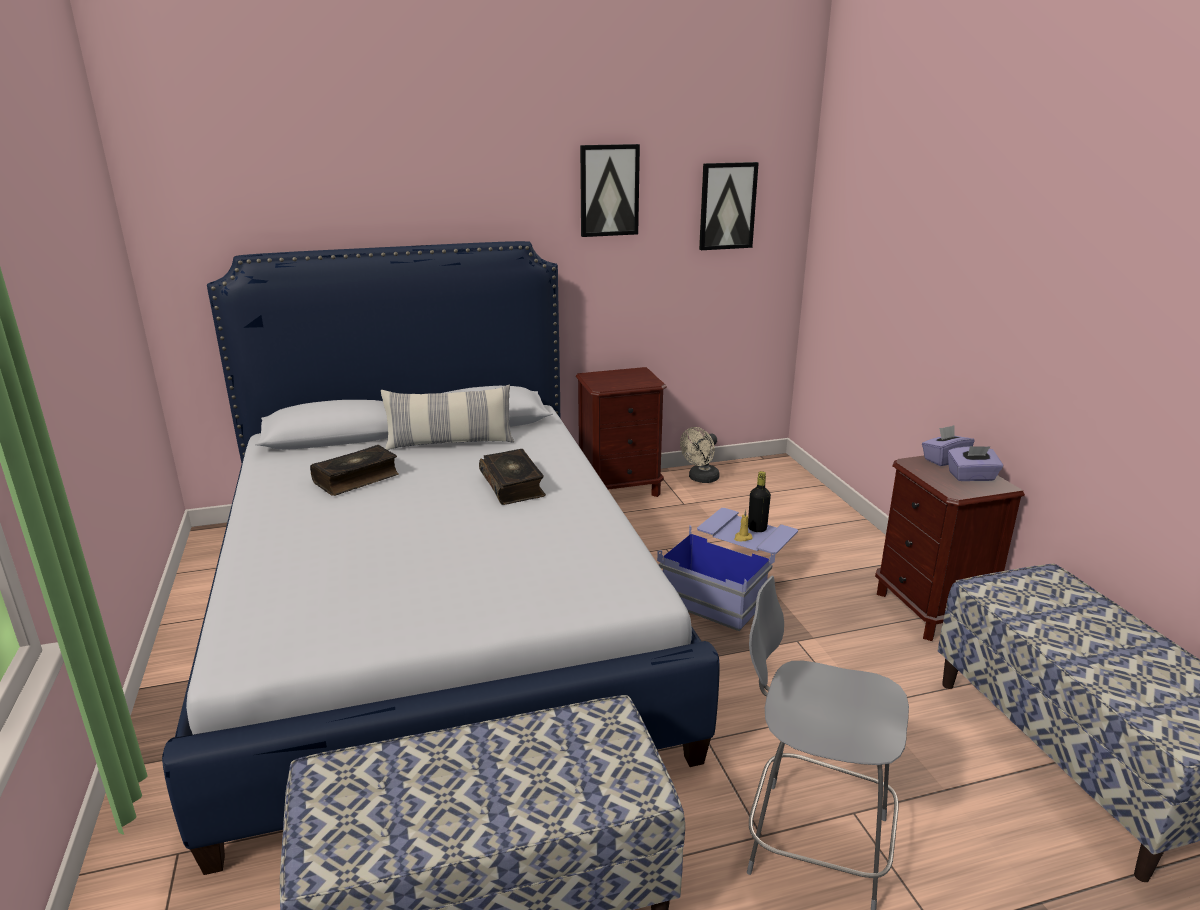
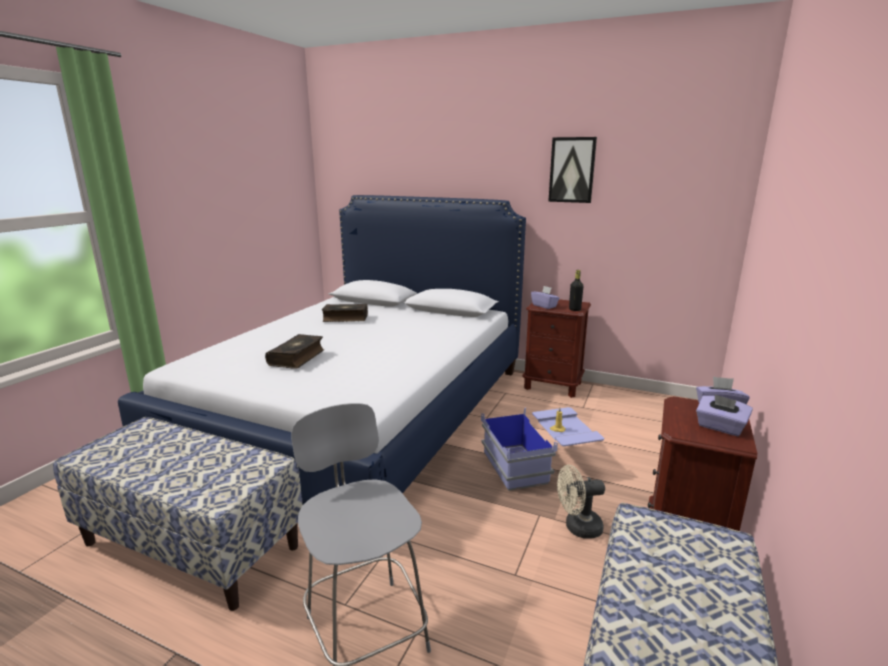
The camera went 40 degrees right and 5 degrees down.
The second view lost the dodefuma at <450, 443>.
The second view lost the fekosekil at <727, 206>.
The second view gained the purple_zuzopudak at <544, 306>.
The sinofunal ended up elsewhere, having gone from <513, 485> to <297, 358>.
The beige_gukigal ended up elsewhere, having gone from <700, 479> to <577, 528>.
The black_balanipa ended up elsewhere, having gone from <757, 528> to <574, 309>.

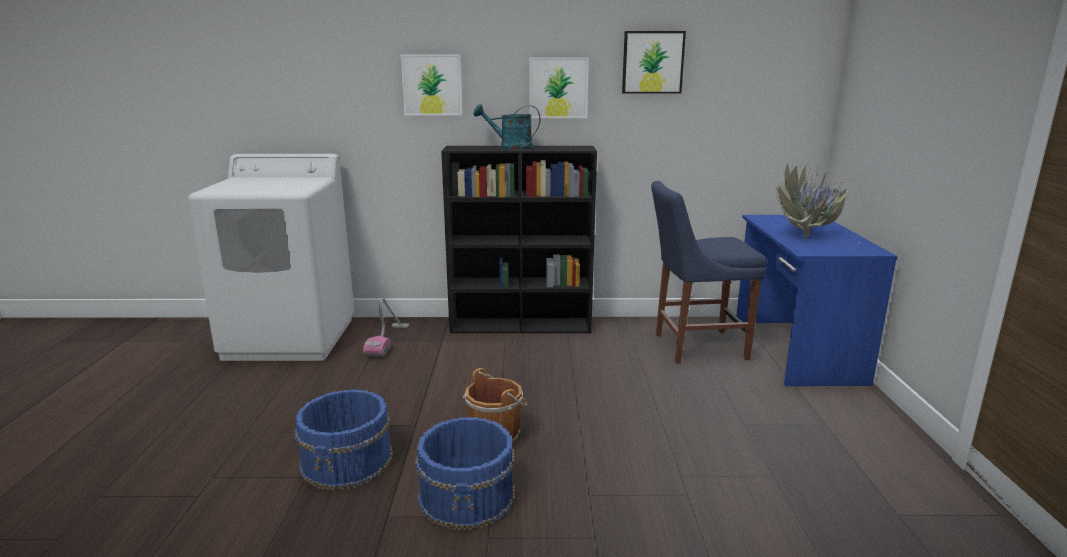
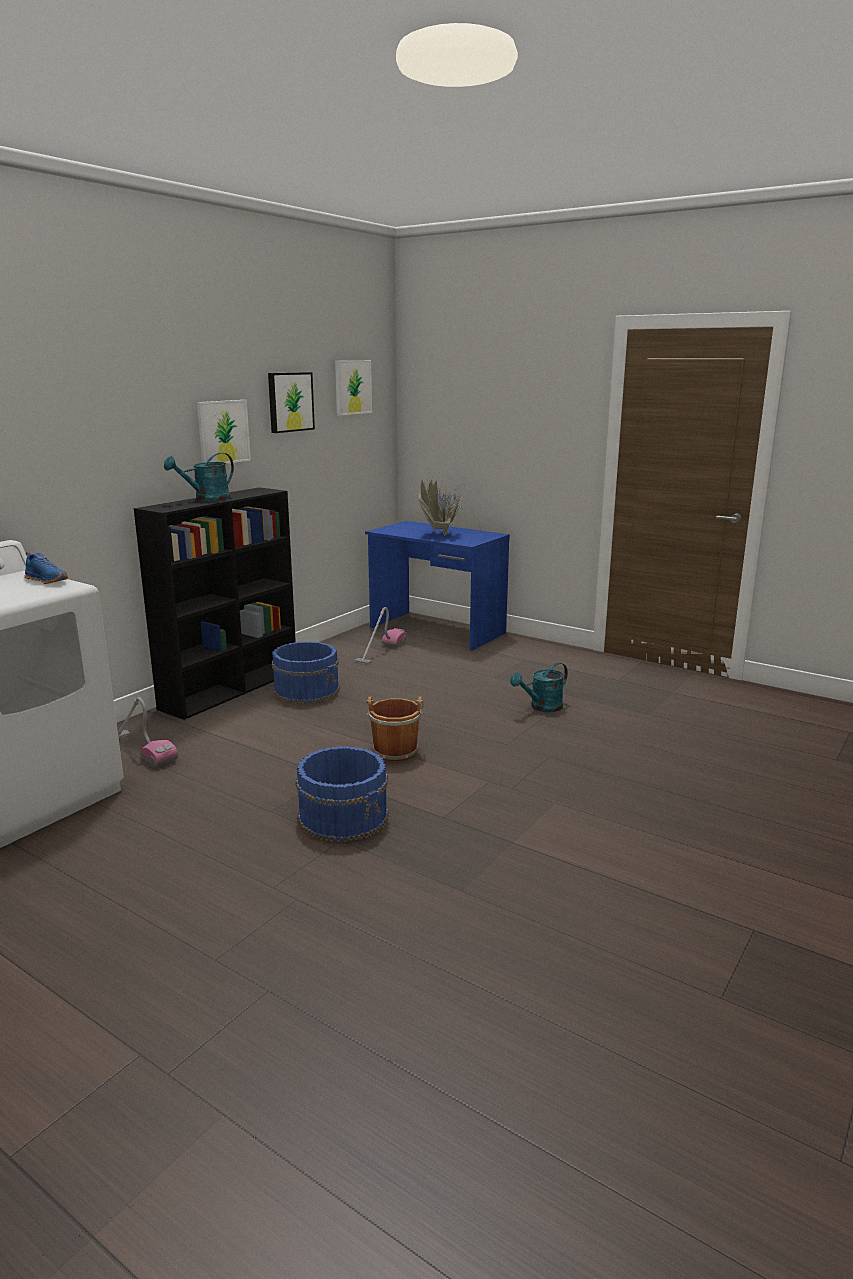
The camera went 55 degrees left and 0 degrees up.
The second view gained the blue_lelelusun at <48, 580>.
The second view gained the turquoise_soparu at <541, 707>.
The fekosekil ended up elsewhere, having gone from <432, 85> to <352, 387>.
The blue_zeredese ended up elsewhere, having gone from <468, 496> to <307, 690>.
Where the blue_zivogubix stood at <695, 346>, the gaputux came to stand at <381, 651>.

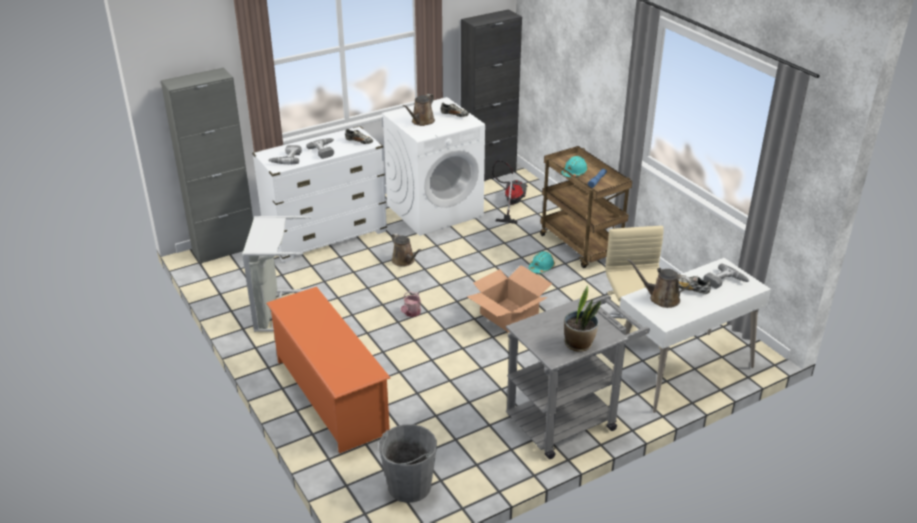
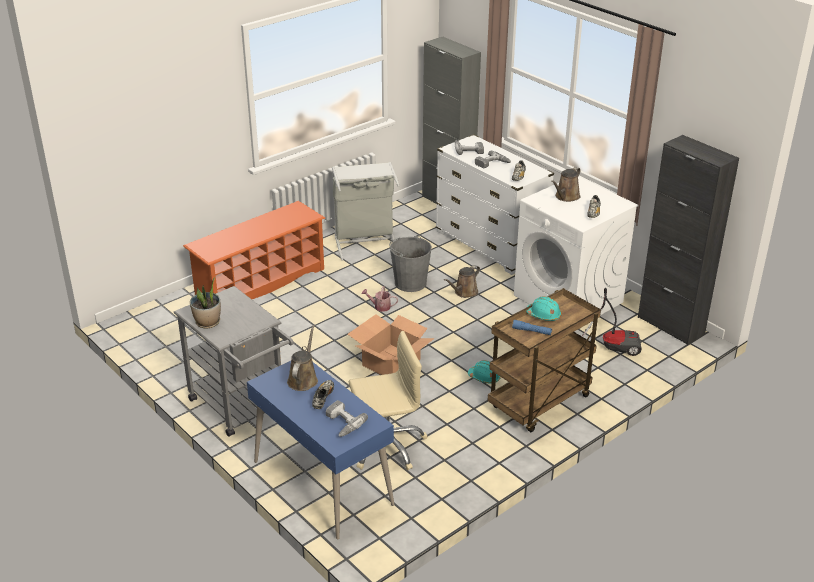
The camera went 80 degrees right and 0 degrees up.
The grey_zeredese ended up elsewhere, having gone from <409, 486> to <410, 283>.
What was the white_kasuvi at <683, 371> turned into the blue_kasuvi at <322, 483>.
The brown_soparu at <421, 122> ended up facing another way, 75 degrees counterclockwise from before.

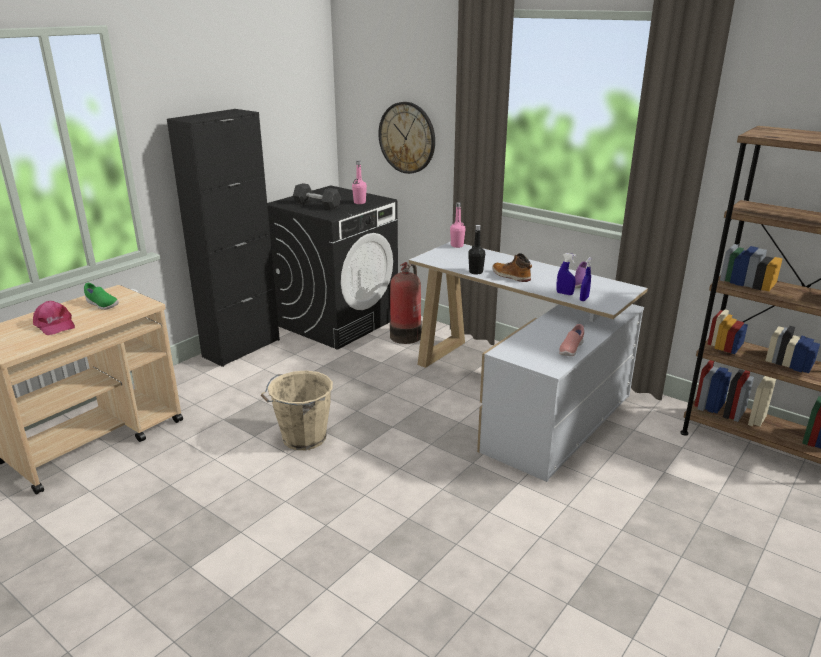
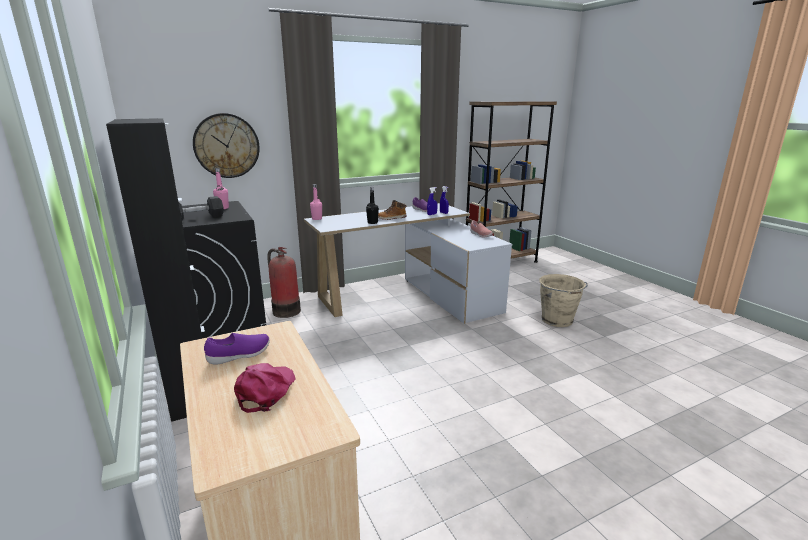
The camera went 65 degrees left and 5 degrees down.
The beige_zeredese ended up elsewhere, having gone from <302, 438> to <557, 321>.
What was the green_lelelusun at <102, 305> turned into the purple_lelelusun at <239, 355>.
The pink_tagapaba at <54, 325> ended up facing another way, 60 degrees counterclockwise from before.

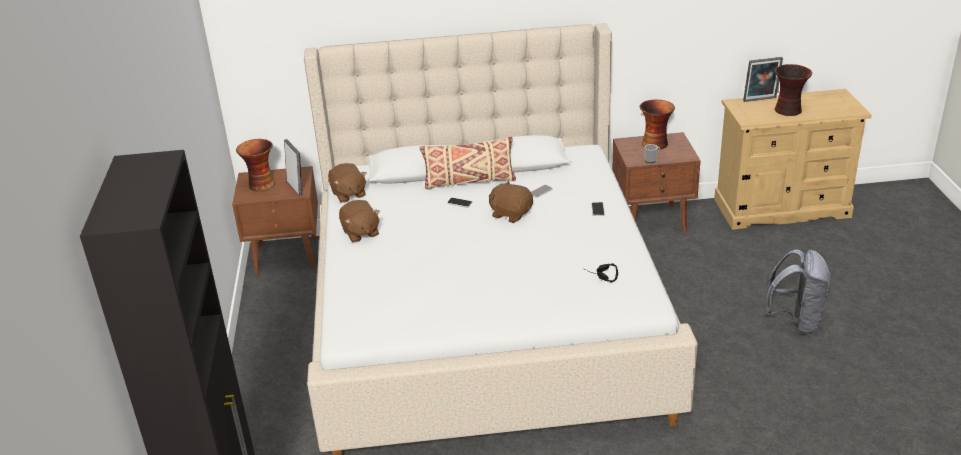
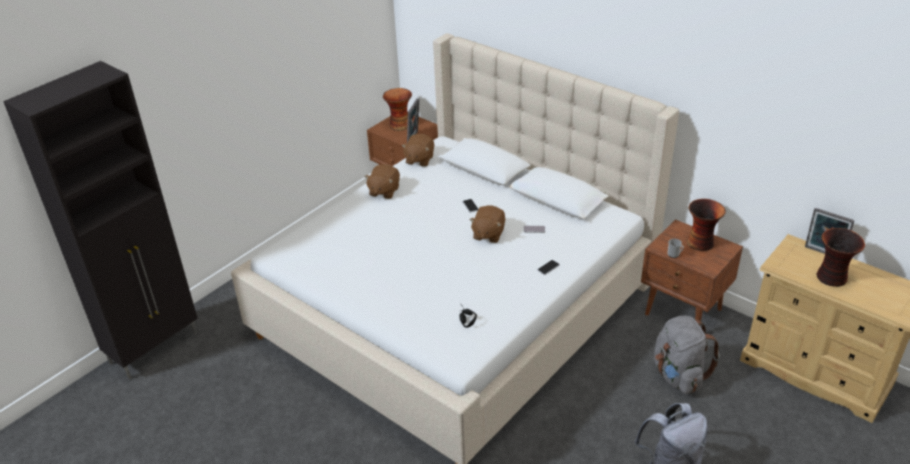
The camera went 45 degrees right and 5 degrees up.
The second view lost the beige_dodefuma at <469, 182>.
The second view gained the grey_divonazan at <678, 375>.
The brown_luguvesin at <511, 214> ended up facing another way, 150 degrees counterclockwise from before.

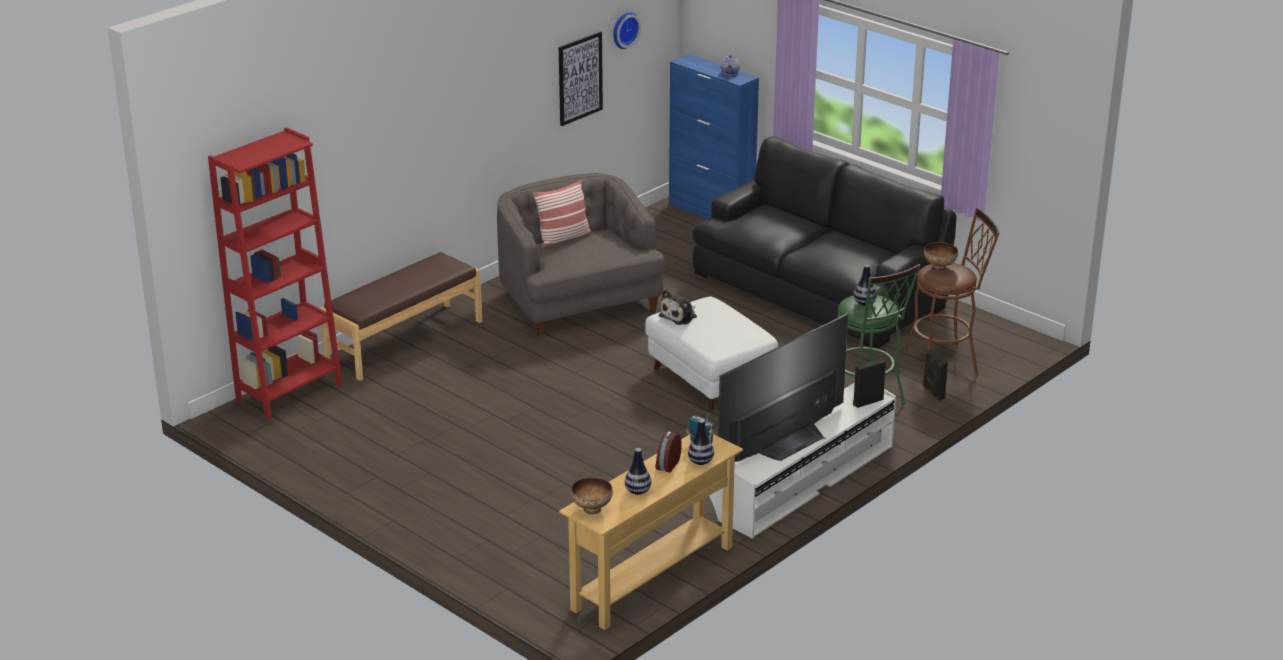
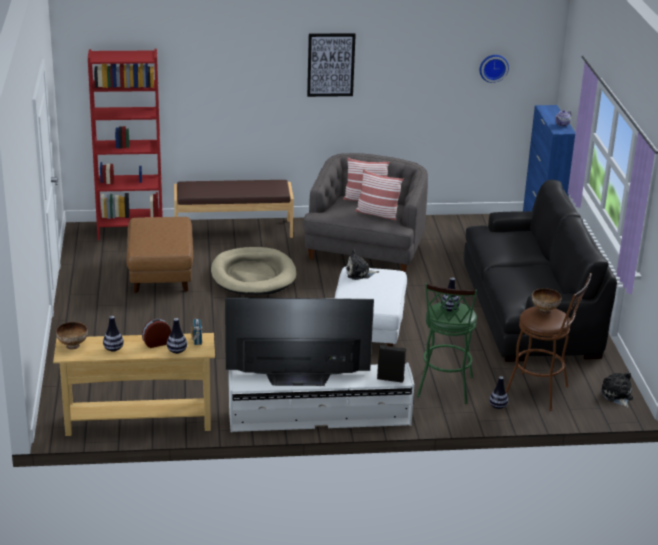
The camera went 40 degrees right and 0 degrees up.
The second view gained the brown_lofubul at <160, 273>.
The second view gained the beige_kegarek at <253, 275>.
The second view gained the dodefuma at <377, 214>.
The second view gained the luguvesin at <617, 396>.
The fekosekil ended up elsewhere, having gone from <580, 78> to <331, 64>.
Where the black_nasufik stood at <932, 393>, the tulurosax came to stand at <498, 406>.

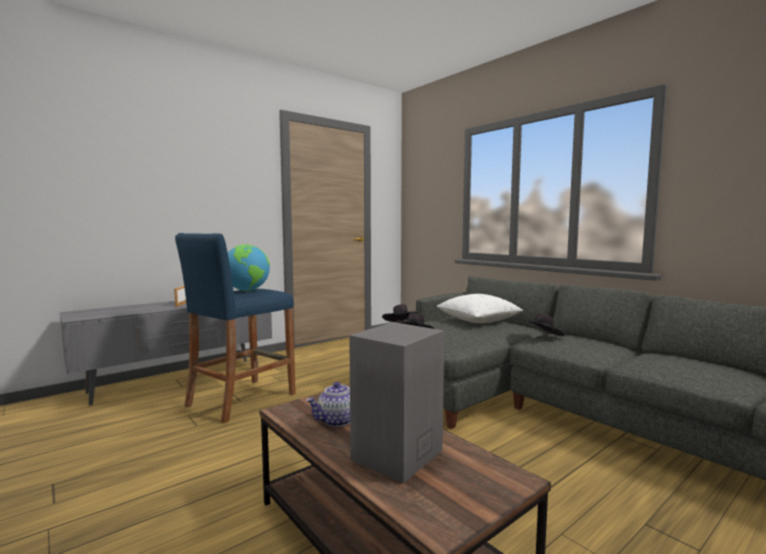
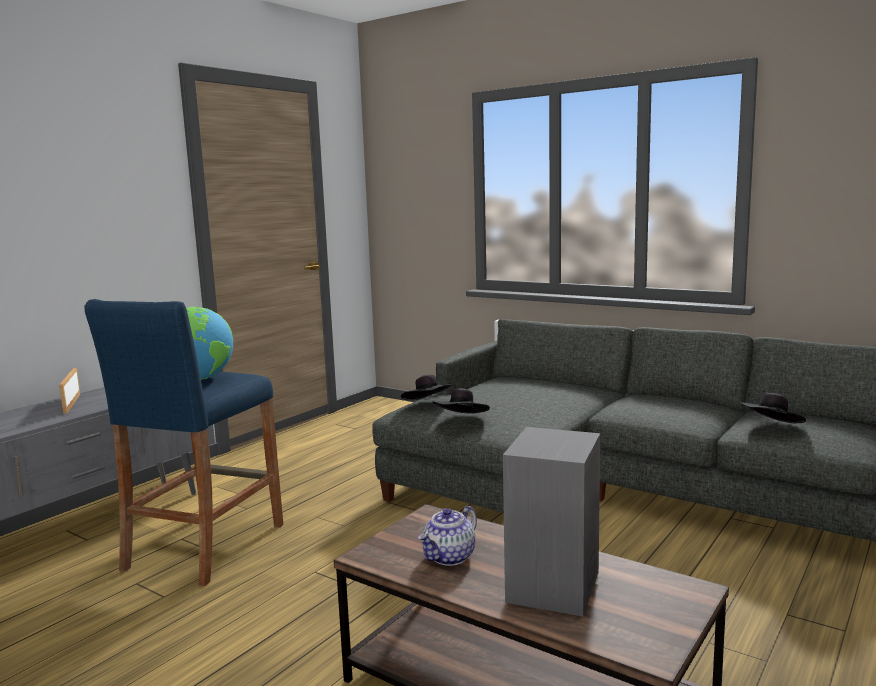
The camera went 15 degrees left and 5 degrees up.
The second view lost the white_dodefuma at <478, 321>.
The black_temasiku ended up elsewhere, having gone from <542, 337> to <771, 428>.

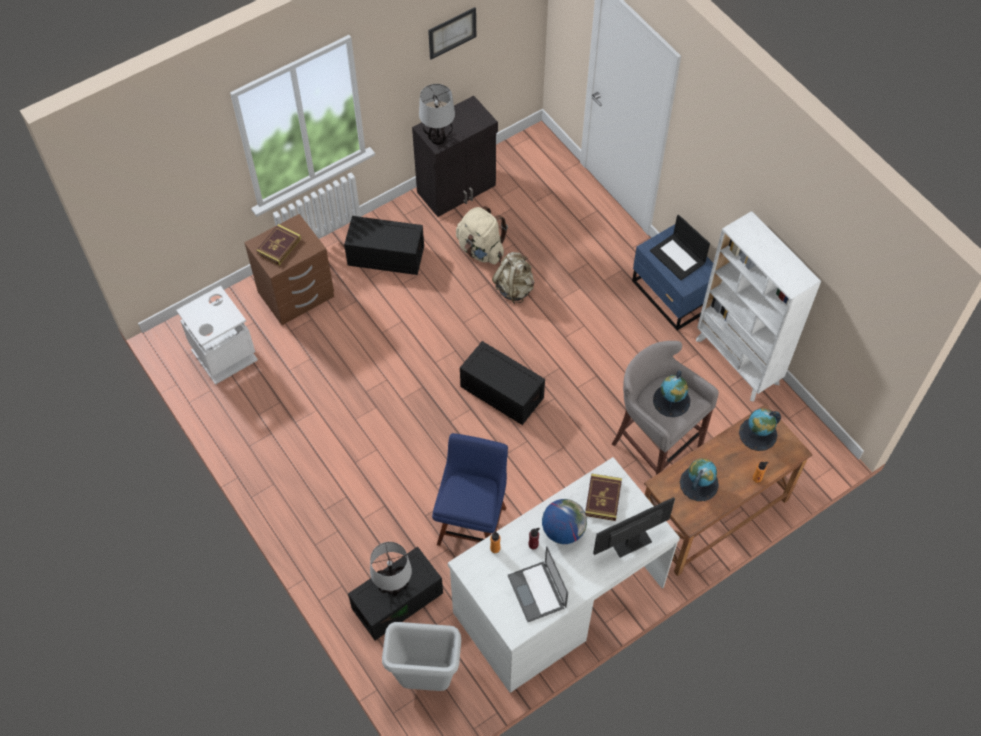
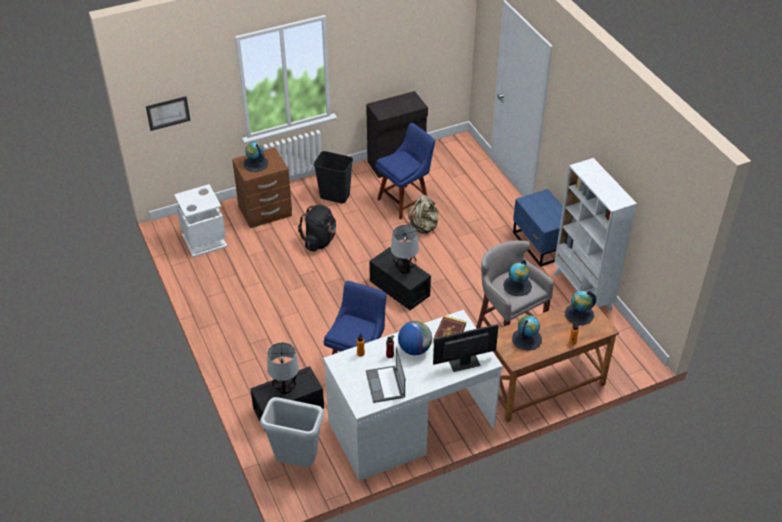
The camera went 10 degrees right and 15 degrees down.
The second view lost the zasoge at <678, 257>.
The second view gained the black_divonazan at <320, 241>.
The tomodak ended up elsewhere, having gone from <437, 139> to <404, 269>.
The fekosekil ended up elsewhere, having gone from <452, 32> to <168, 113>.
Where the sinofunal stood at <279, 246>, the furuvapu came to stand at <255, 164>.
Where the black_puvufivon stood at <384, 256>, the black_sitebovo came to stand at <334, 196>.
Where the beige_divonazan stood at <481, 250>, the blue_zivogubix came to stand at <405, 201>.

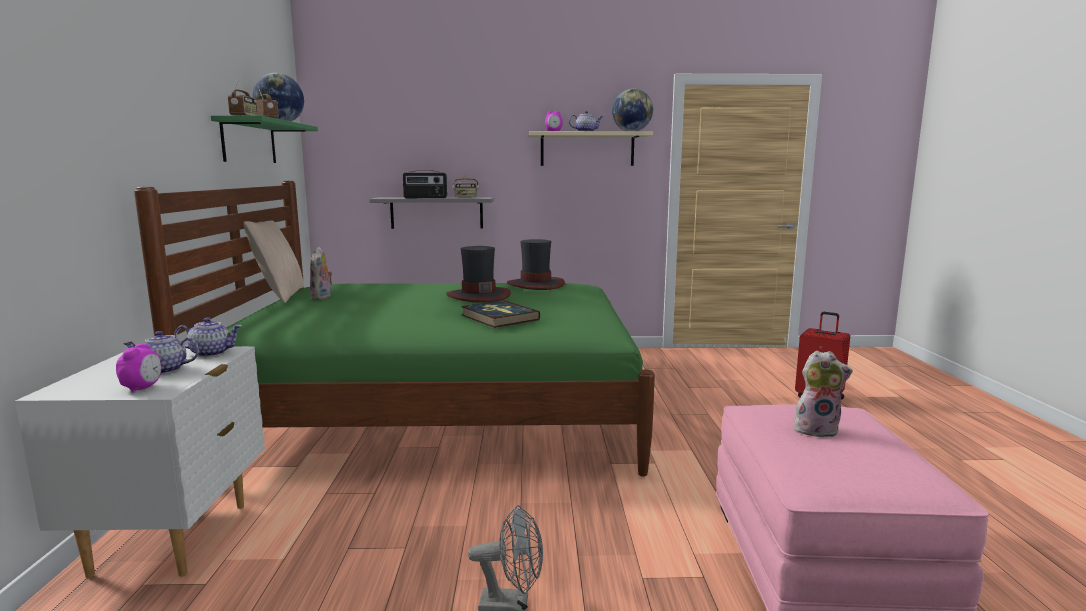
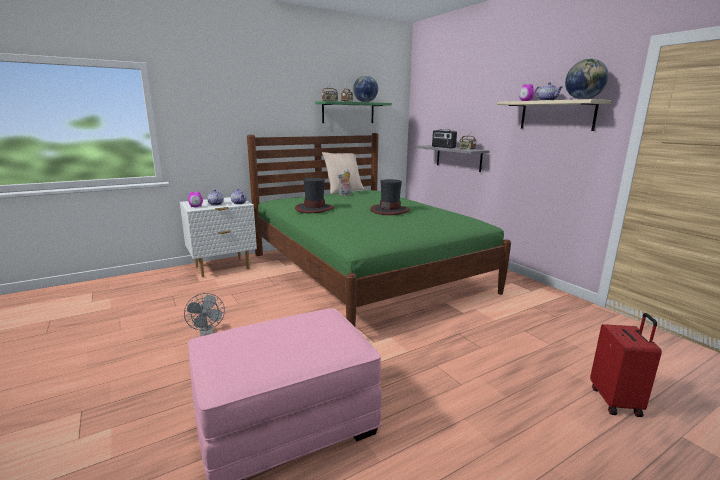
The camera went 60 degrees right and 5 degrees up.
The second view lost the sinofunal at <499, 317>.
The second view lost the luguvesin at <816, 429>.
The temasiku ended up elsewhere, having gone from <536, 284> to <314, 209>.

